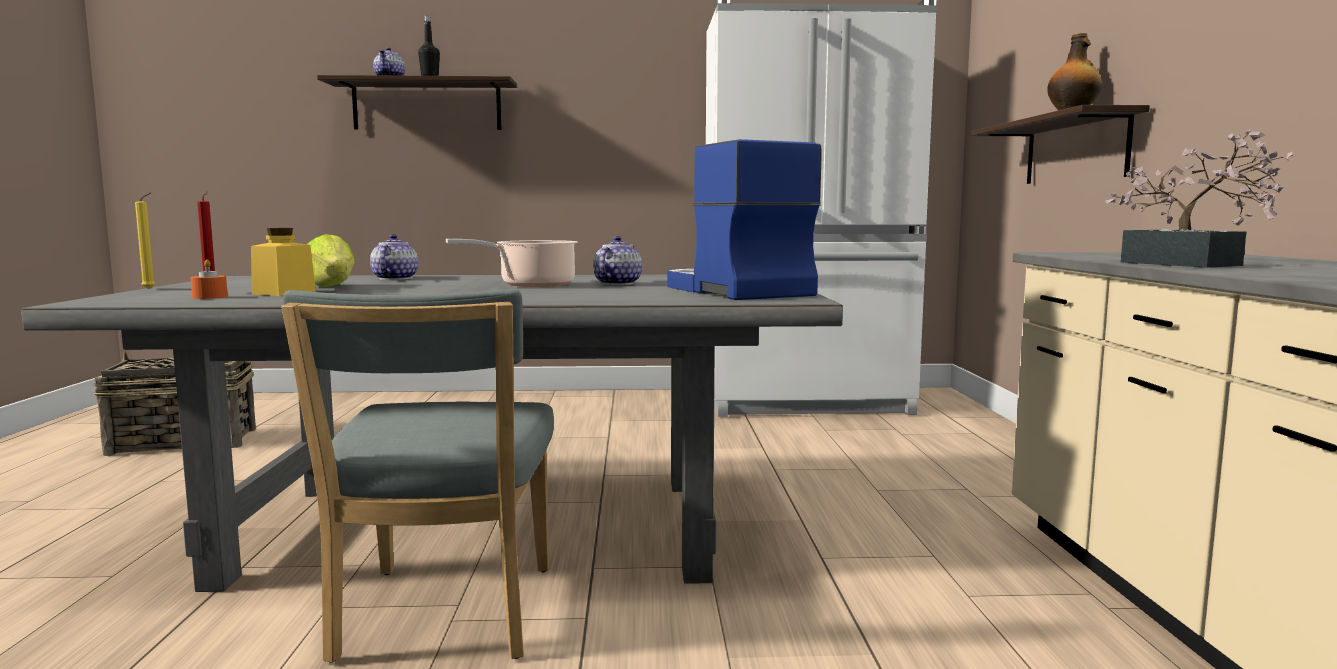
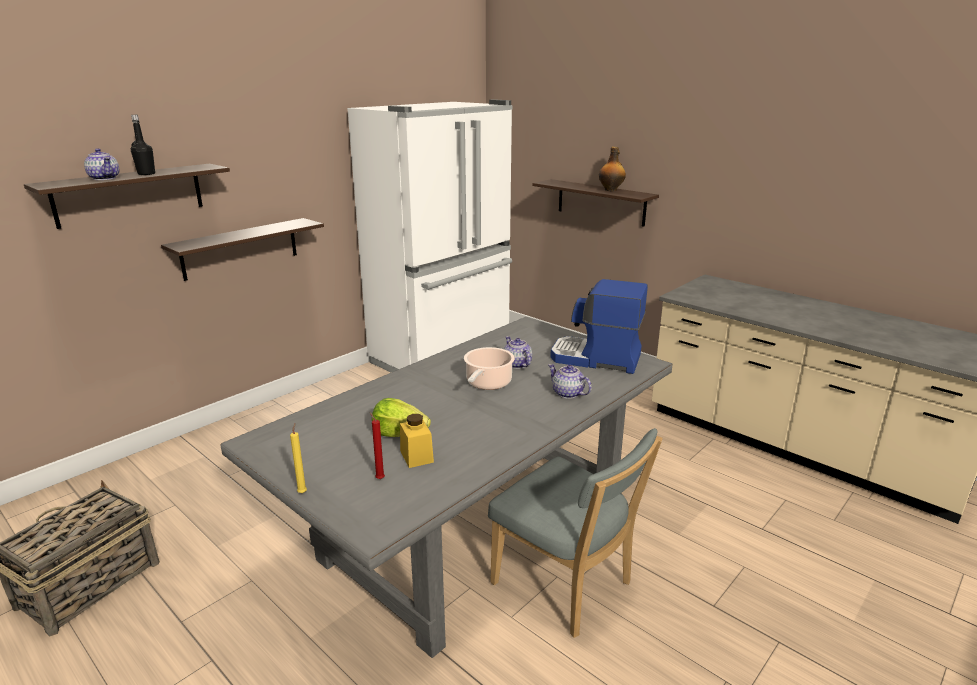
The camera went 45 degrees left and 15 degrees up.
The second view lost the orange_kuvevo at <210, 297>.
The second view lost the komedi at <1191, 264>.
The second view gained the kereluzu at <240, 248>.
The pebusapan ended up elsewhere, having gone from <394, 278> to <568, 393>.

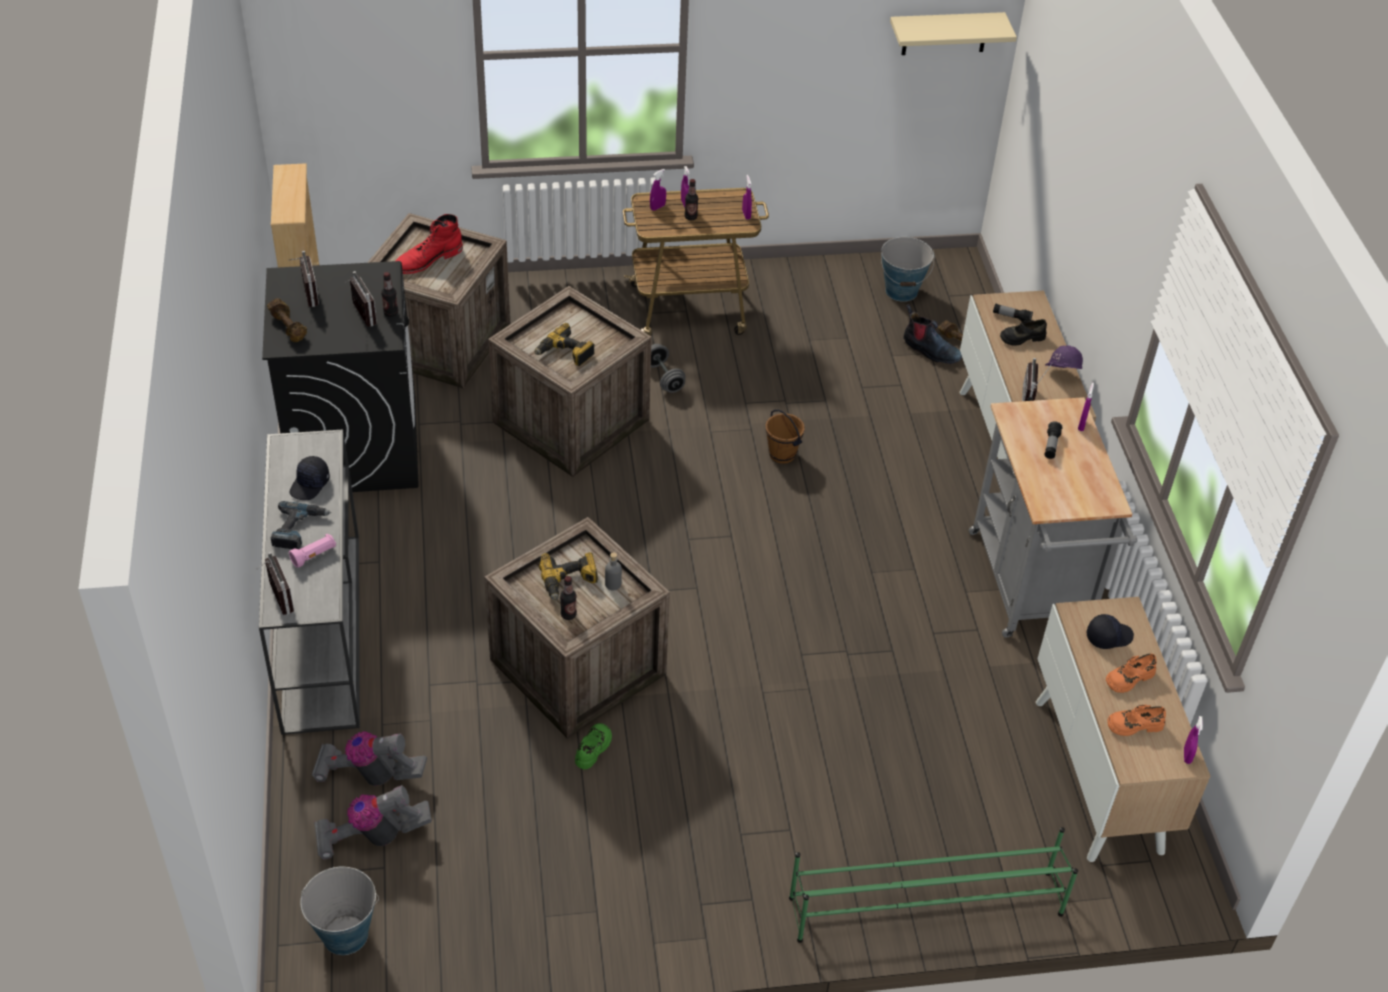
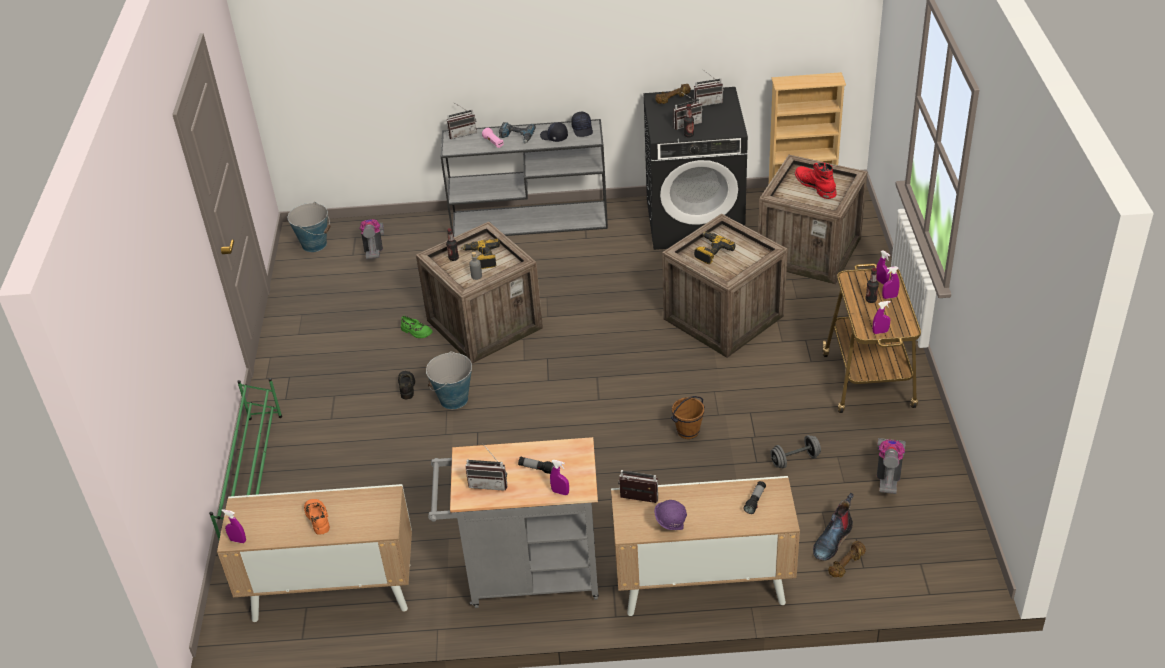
The camera went 100 degrees right and 5 degrees down.
The second view lost the beige_kereluzu at <945, 33>.
The second view lost the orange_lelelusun at <1134, 724>.
The second view gained the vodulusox at <489, 483>.
The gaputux ended up elsewhere, having gone from <370, 774> to <889, 474>.
The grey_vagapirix ended up elsewhere, having gone from <664, 378> to <795, 460>.
The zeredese ended up elsewhere, having gone from <901, 291> to <453, 399>.
The black_lelelusun ended up elsewhere, having gone from <1022, 337> to <407, 387>.
The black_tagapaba ended up elsewhere, having gone from <1108, 636> to <582, 129>.

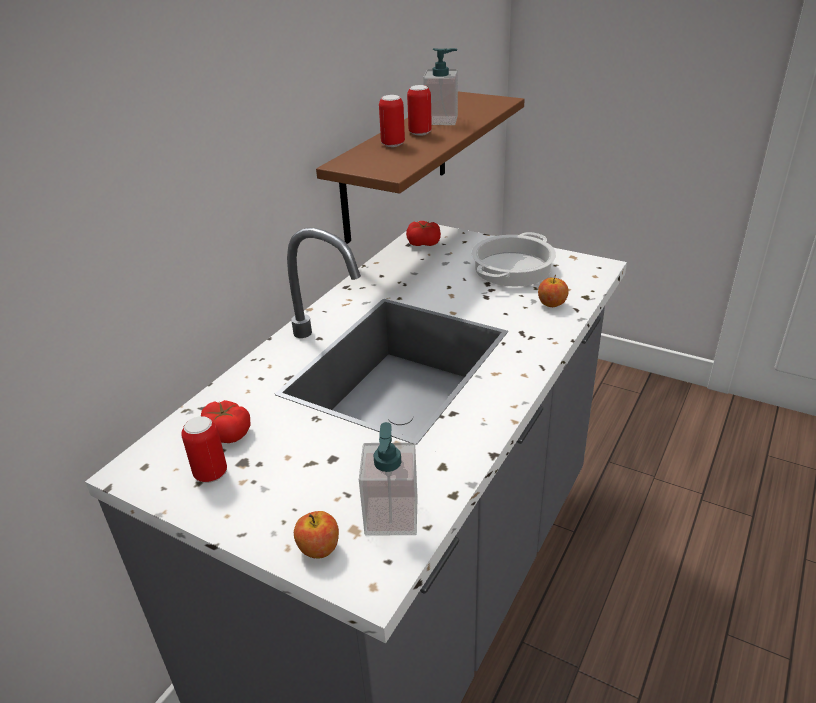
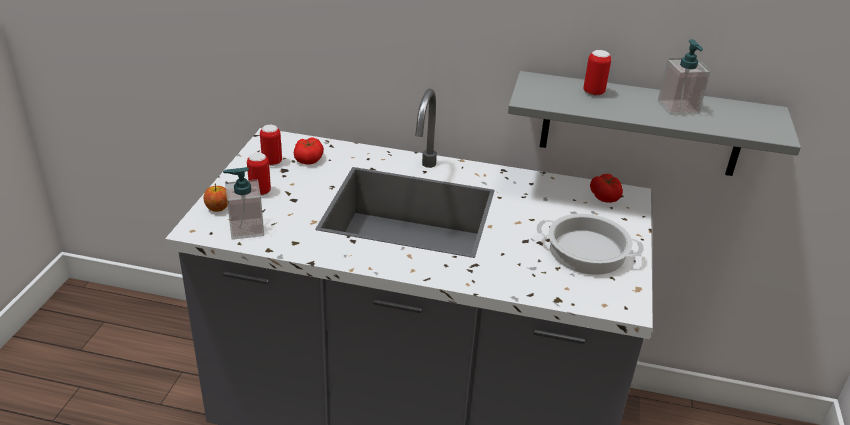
The camera went 70 degrees right and 0 degrees up.
The second view lost the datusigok at <552, 304>.
The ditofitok ended up elsewhere, having gone from <420, 133> to <260, 191>.
What was the brown_kereluzu at <396, 165> turned into the grey_kereluzu at <641, 125>.

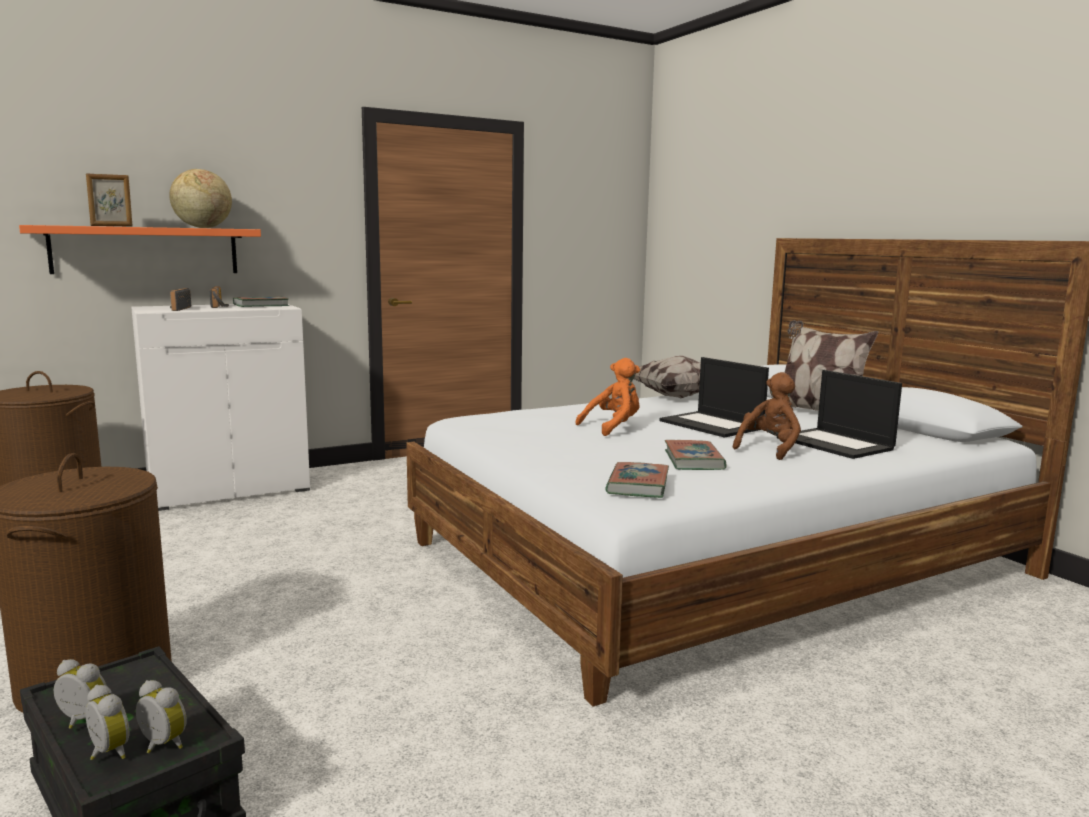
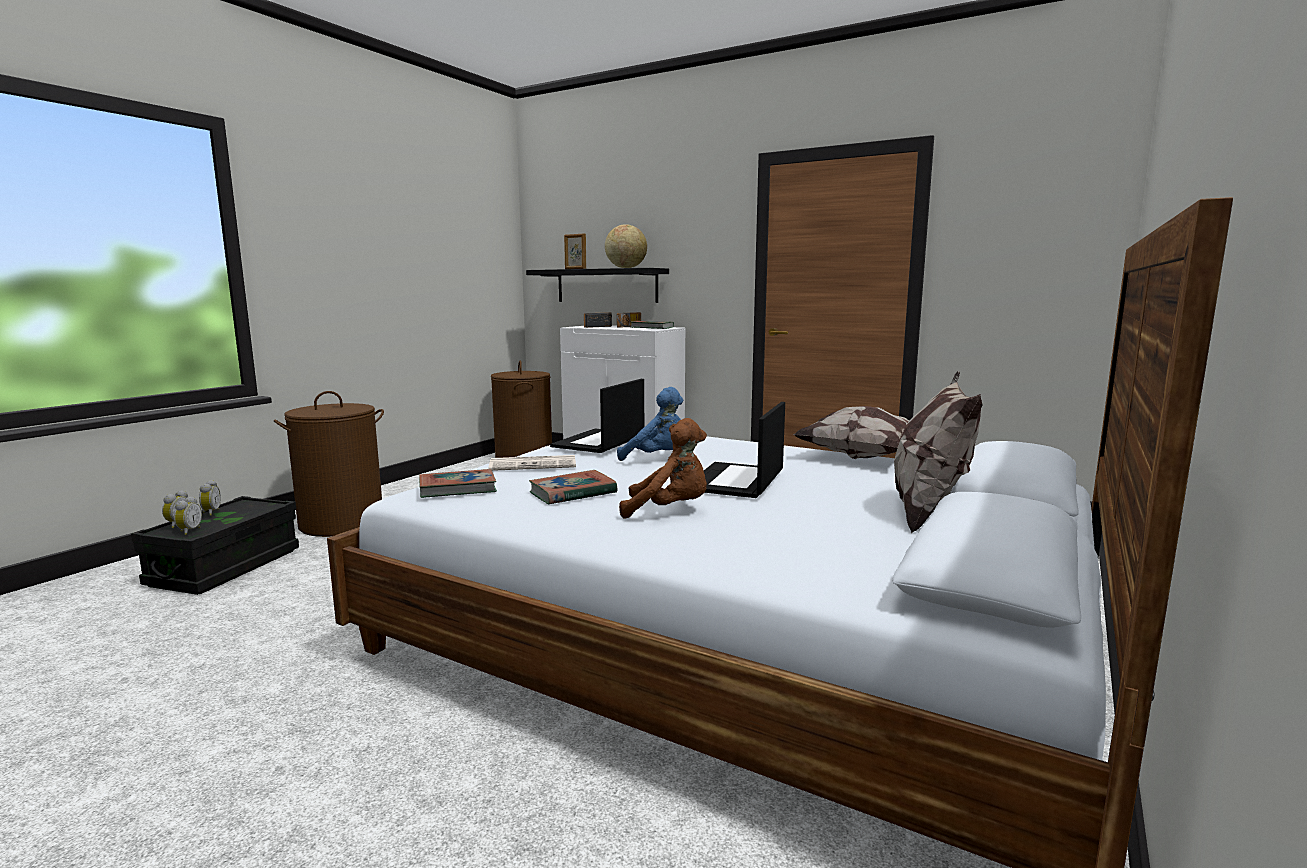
The camera went 60 degrees right and 0 degrees up.
The second view gained the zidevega at <534, 464>.
The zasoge ended up elsewhere, having gone from <836, 444> to <599, 442>.
What was the orange_kereluzu at <146, 250> turned into the black_kereluzu at <606, 286>.
What was the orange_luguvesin at <613, 427> turned into the blue_luguvesin at <658, 458>.

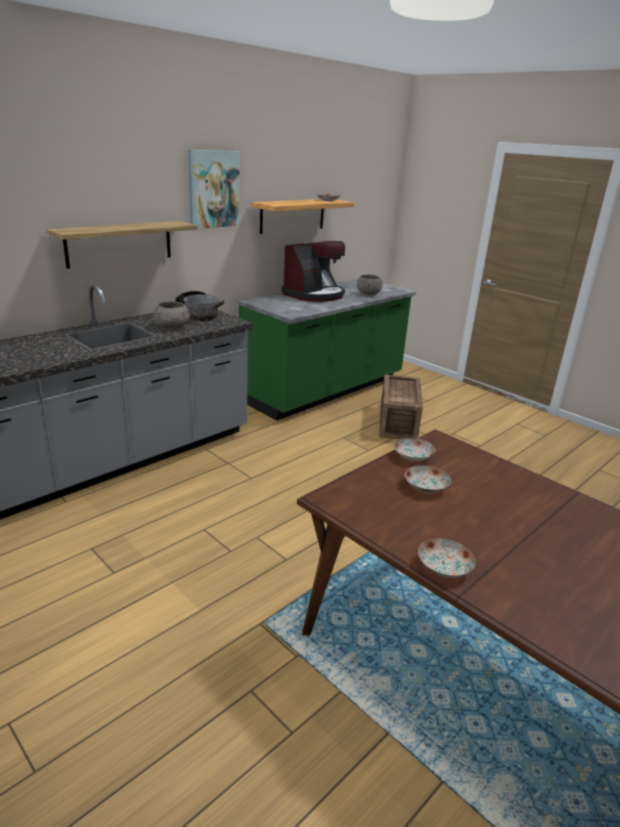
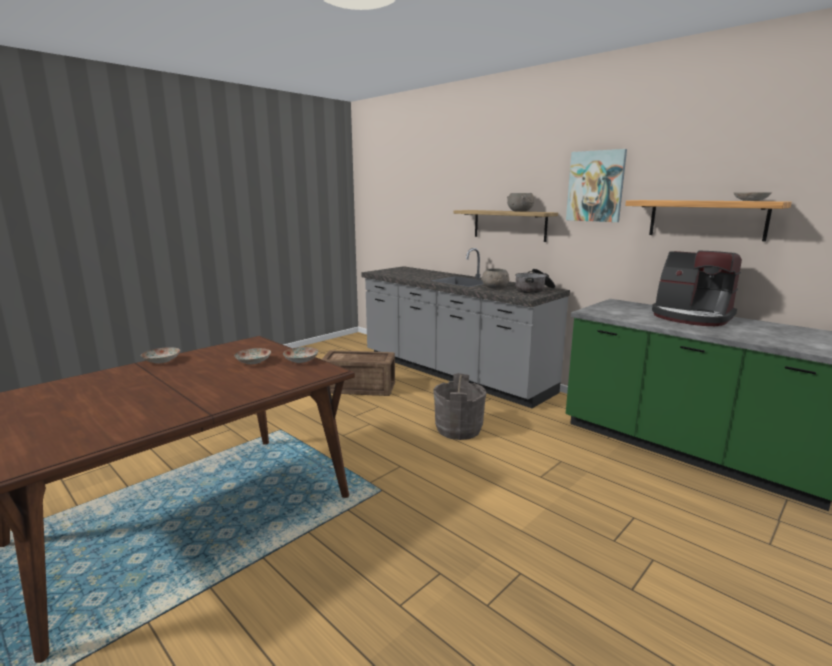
The camera went 90 degrees right and 10 degrees down.
The second view gained the grey_zeredese at <458, 429>.
The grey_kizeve ended up elsewhere, having gone from <368, 293> to <520, 211>.
The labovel ended up elsewhere, having gone from <399, 422> to <360, 388>.

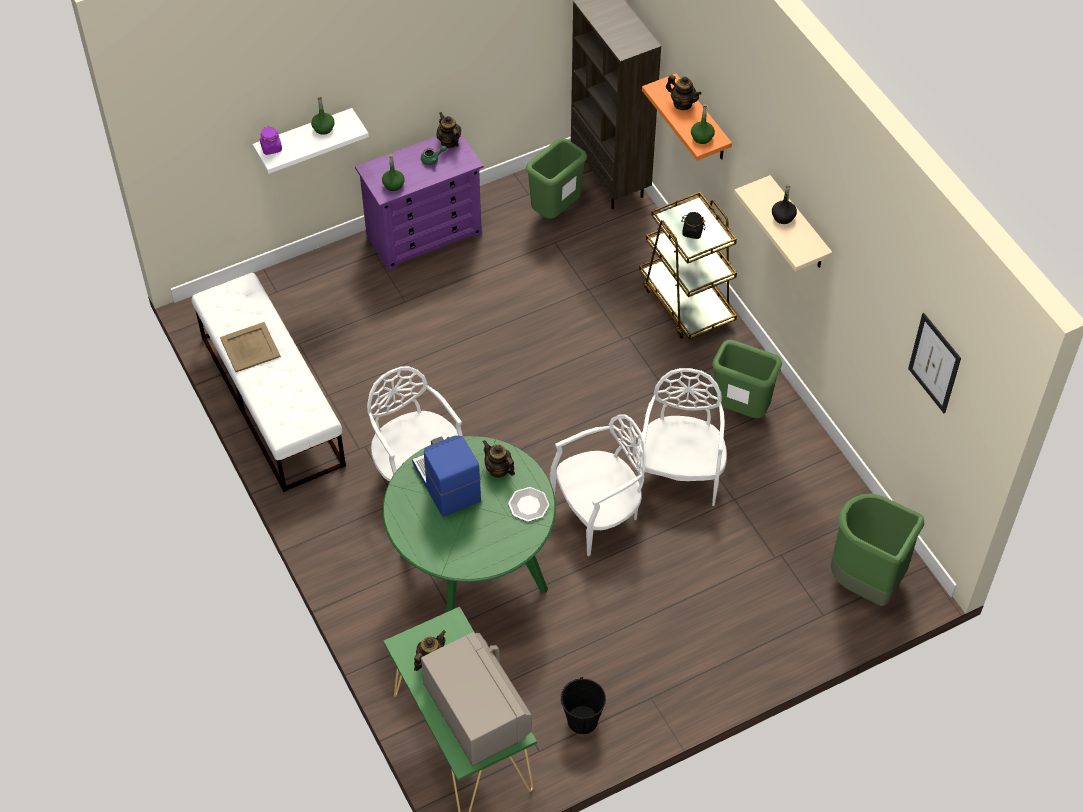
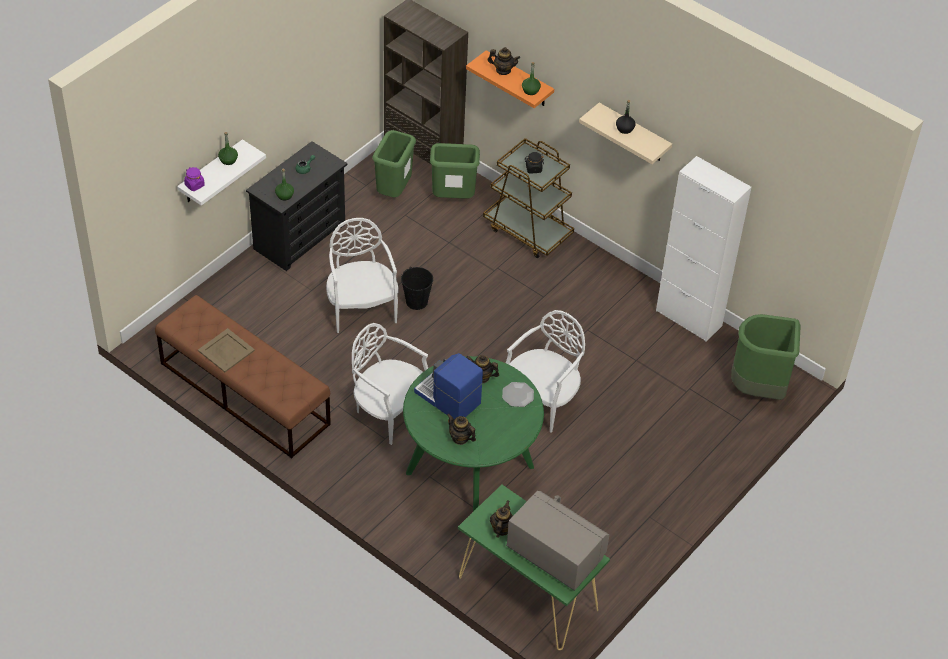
The camera went 25 degrees left and 5 degrees down.
The second view lost the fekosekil at <934, 363>.
The second view gained the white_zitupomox at <688, 318>.
The pebusapan ended up elsewhere, having gone from <449, 142> to <460, 438>.
The black_zeredese ended up elsewhere, having gone from <582, 720> to <417, 301>.
The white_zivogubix ended up elsewhere, having gone from <679, 474> to <361, 308>.
The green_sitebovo ended up elsewhere, having gone from <741, 410> to <453, 198>.
What was the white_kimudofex at <271, 400> turned into the brown_kimudofex at <244, 393>.
What was the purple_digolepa at <424, 234> turned into the black_digolepa at <300, 236>.

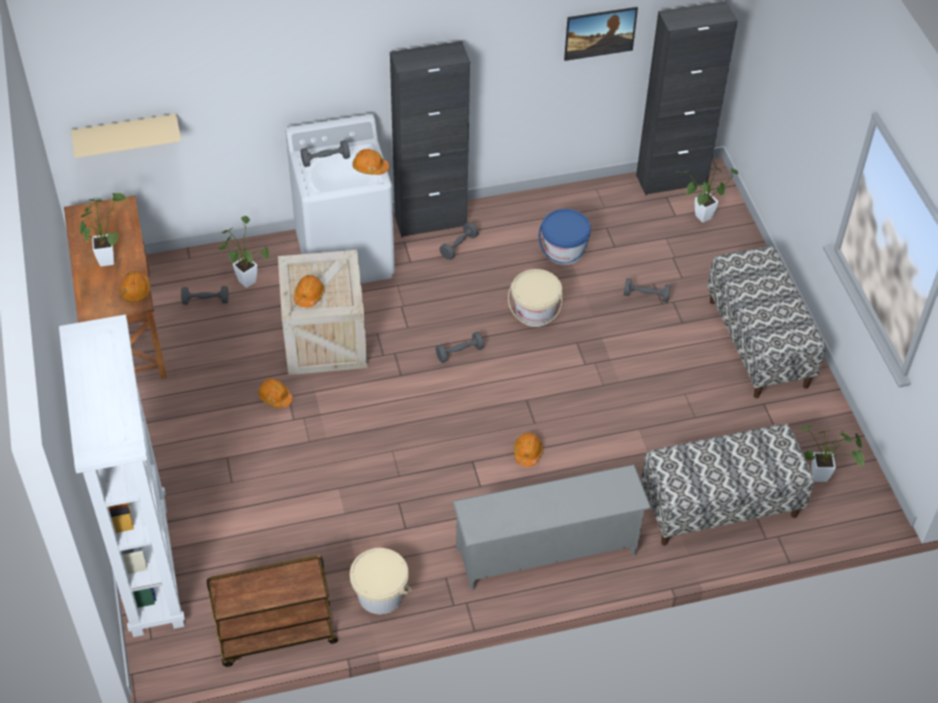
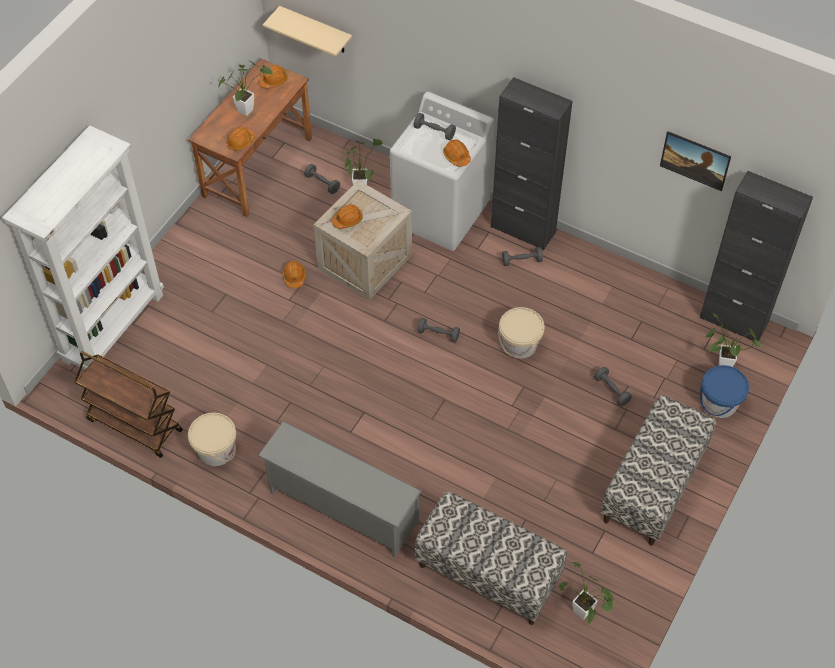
The camera went 45 degrees right and 5 degrees up.
The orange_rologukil ended up elsewhere, having gone from <527, 452> to <273, 81>.
The blue_zeredese ended up elsewhere, having gone from <564, 251> to <719, 403>.

